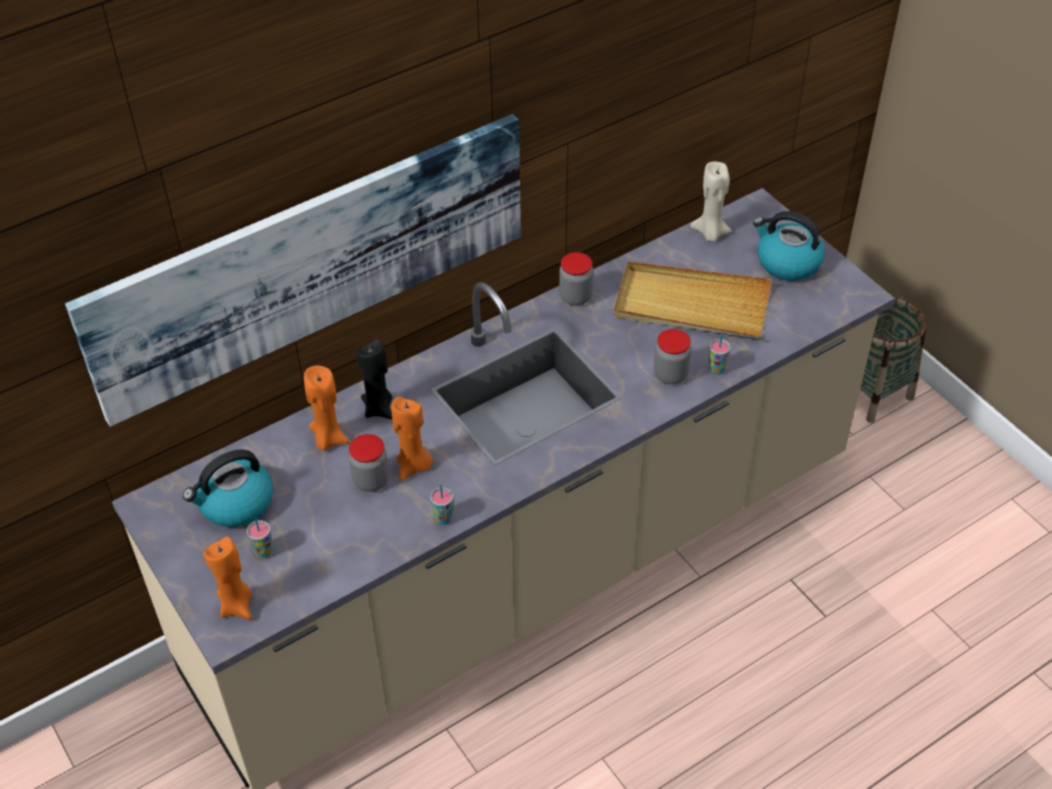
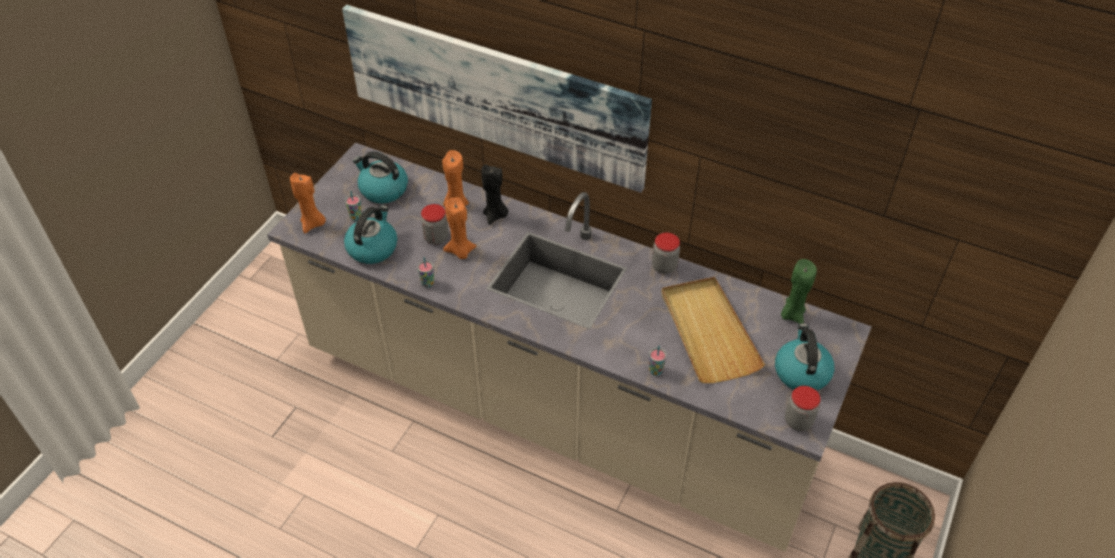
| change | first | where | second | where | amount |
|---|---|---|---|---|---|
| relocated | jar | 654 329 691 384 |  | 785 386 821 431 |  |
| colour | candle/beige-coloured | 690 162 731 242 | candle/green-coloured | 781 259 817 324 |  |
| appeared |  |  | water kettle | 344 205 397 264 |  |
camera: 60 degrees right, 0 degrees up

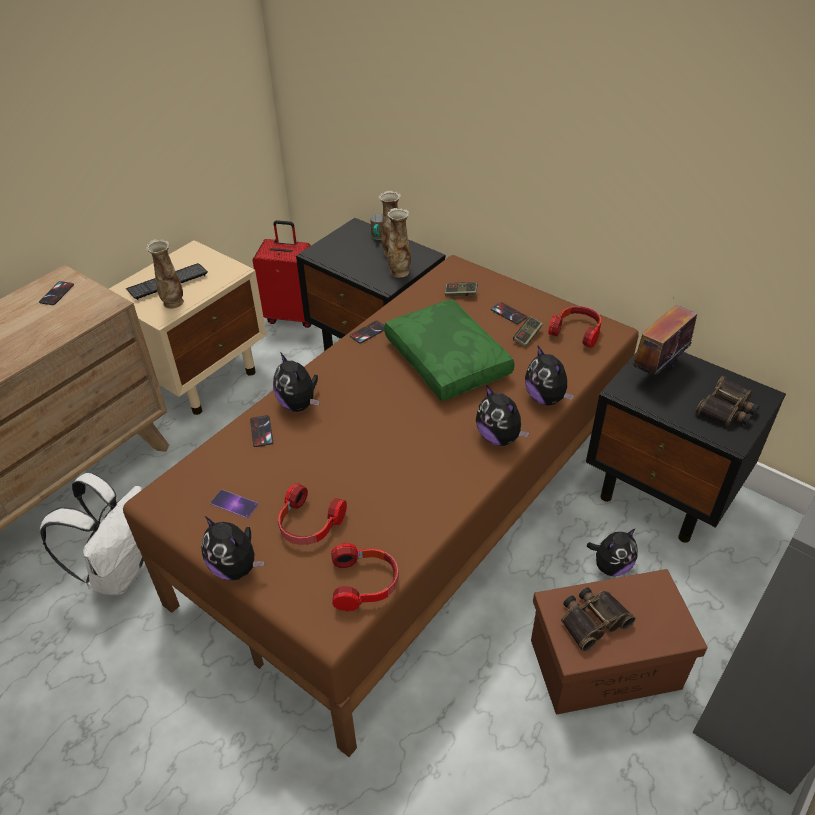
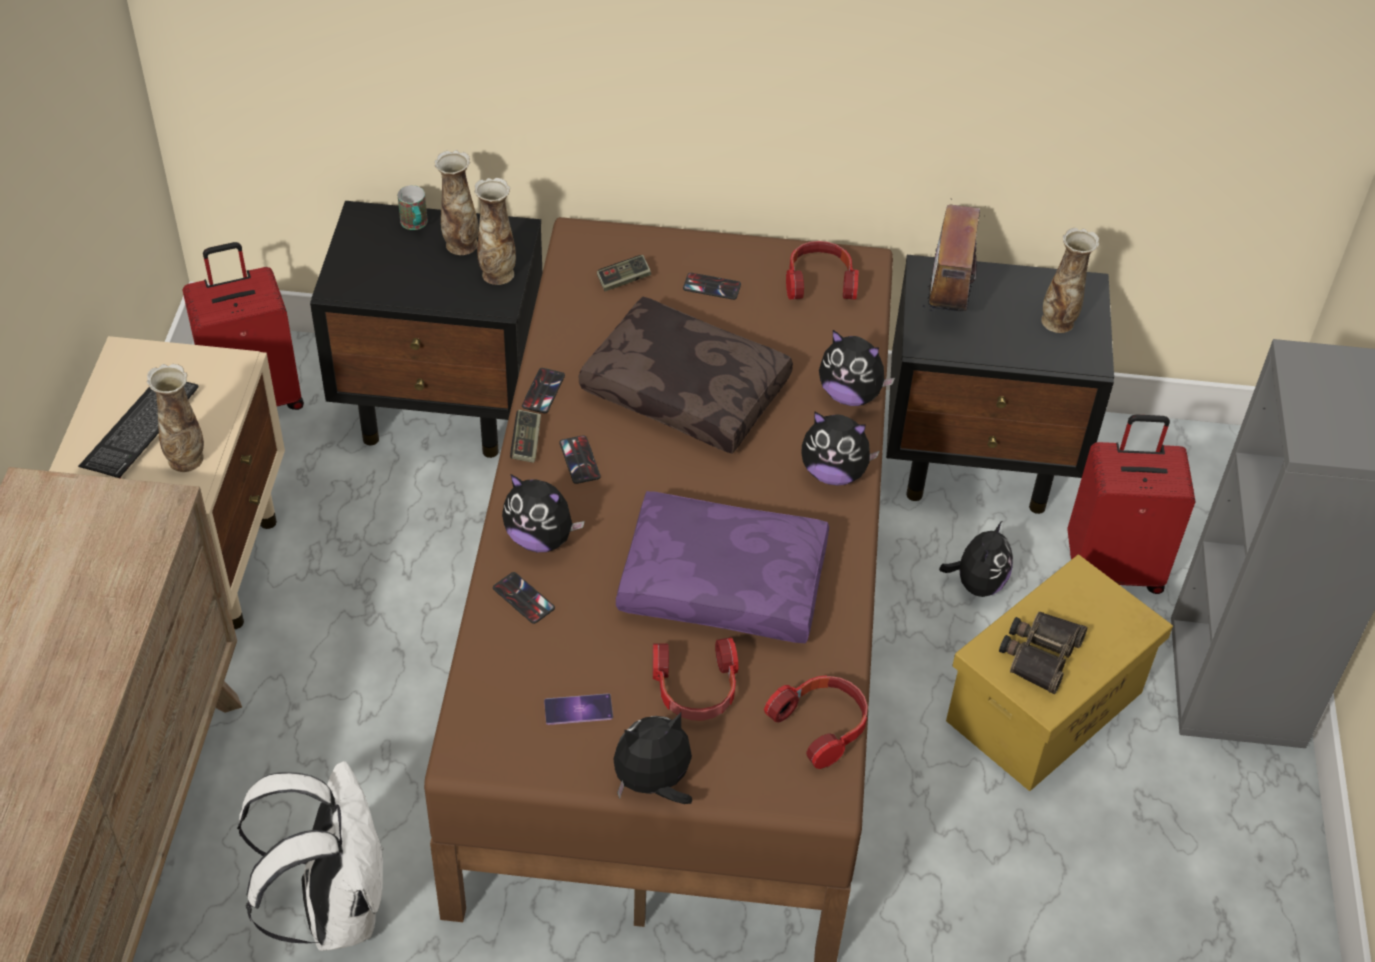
| change | first | where | second | where | amount |
|---|---|---|---|---|---|
| relocated | telephone | 39 281 74 305 |  | 559 435 601 484 |  |
| spun | plush toy | 201 516 264 581 |  | 613 712 692 804 | 150 degrees clockwise |
| colour | cushion/green-coloured | 384 299 515 401 | cushion/brown | 579 297 793 454 |  |
| relocated | game controller | 513 317 543 347 |  | 510 410 541 463 |  |
| colour | storage box/brown | 531 569 708 715 | storage box/yellow | 946 555 1173 791 |  |
| exchanged | field glasses | 696 376 760 426 | vase | 1041 228 1099 333 |  |
| appeared |  |  | cushion/purple | 616 491 829 643 |  |
| appeared |  |  | suitcase/reddish | 1067 414 1196 594 |  |
camera: 35 degrees left, 5 degrees up

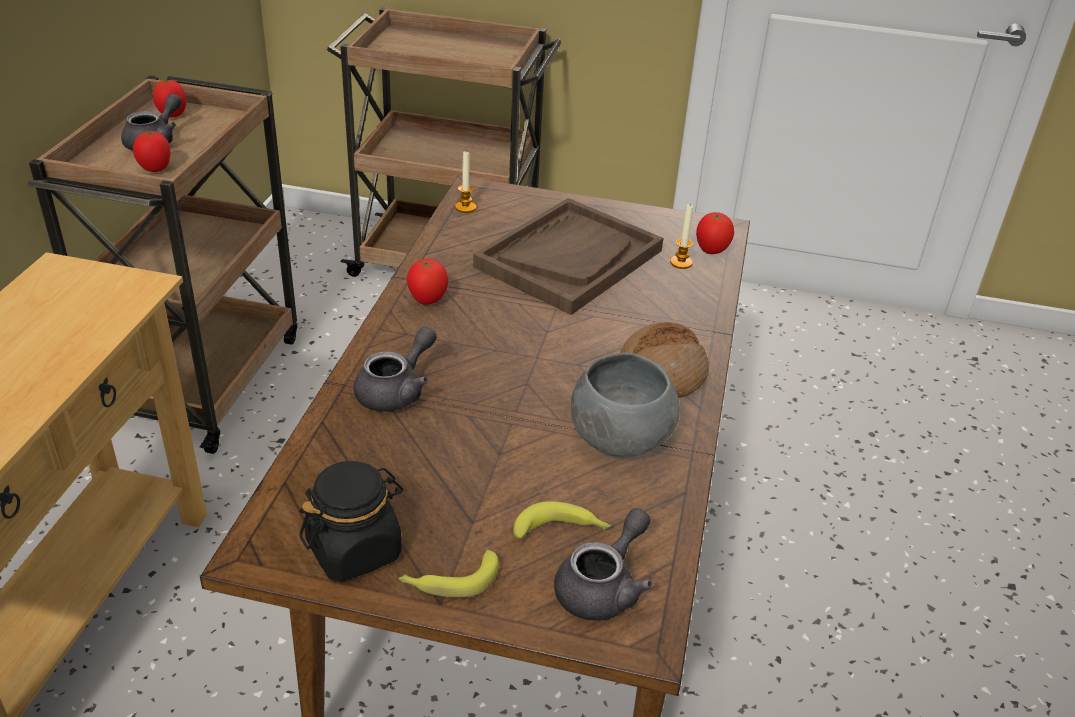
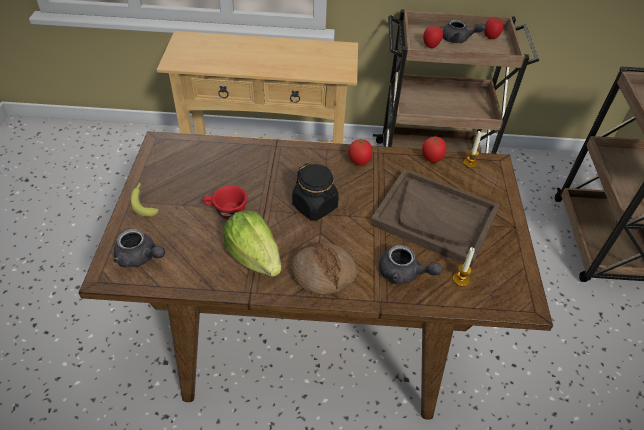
| change | first | where | second | where | amount |
|---|---|---|---|---|---|
| relocated | jar/black | 300 461 403 582 |  | 292 163 339 221 |  |
| relocated | teapot/gray | 354 327 437 412 |  | 379 245 442 284 |  |
| missing | banana fruit | 513 501 611 539 |  |  |  |
| exchanged | deep dish/gray | 571 353 680 457 | lettuce head | 224 210 282 277 |  |
| relocated | whole tomato | 696 212 734 254 |  | 422 136 446 163 |  |
| appeared |  |  | small cup/reddish | 203 185 247 220 |  |
camera: 80 degrees right, 10 degrees up

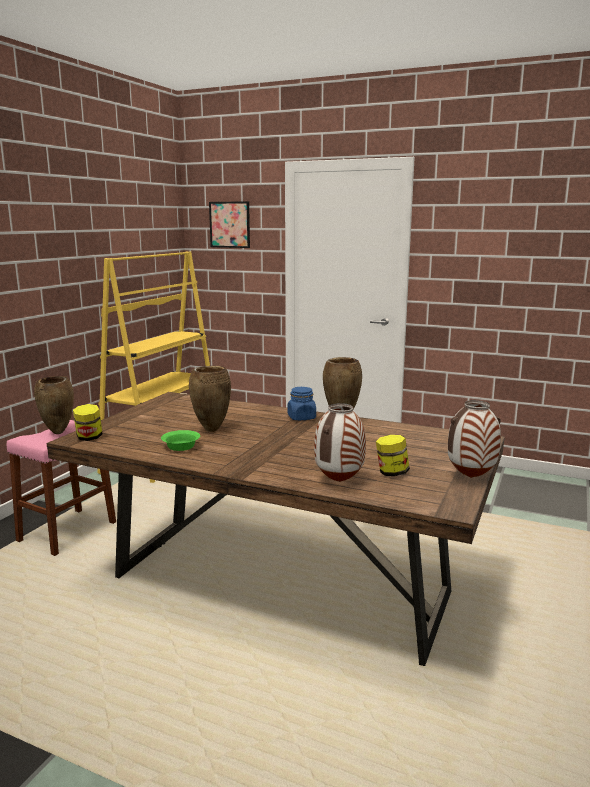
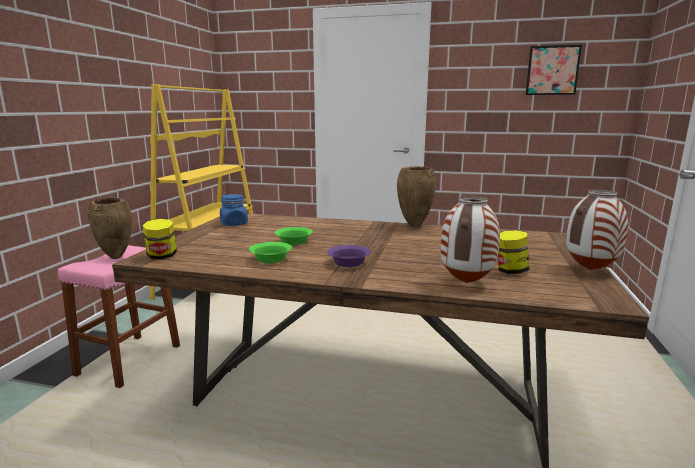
| change | first | where | second | where | amount |
|---|---|---|---|---|---|
| exchanged | vase/brown | 189 366 231 432 | deep dish/green-coloured | 275 227 313 245 |  |
| relocated | picture | 209 201 250 248 |  | 526 45 582 95 |  |
| relocated | jar/blue-coloured | 287 387 316 420 |  | 220 194 248 226 |  |
| appeared |  |  | deep dish/purple | 327 245 371 267 |  |
camera: 10 degrees left, 0 degrees up

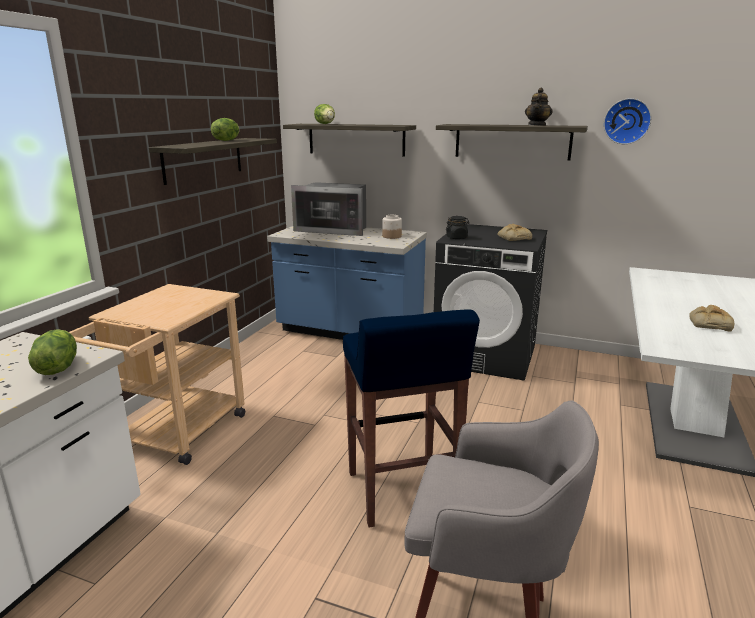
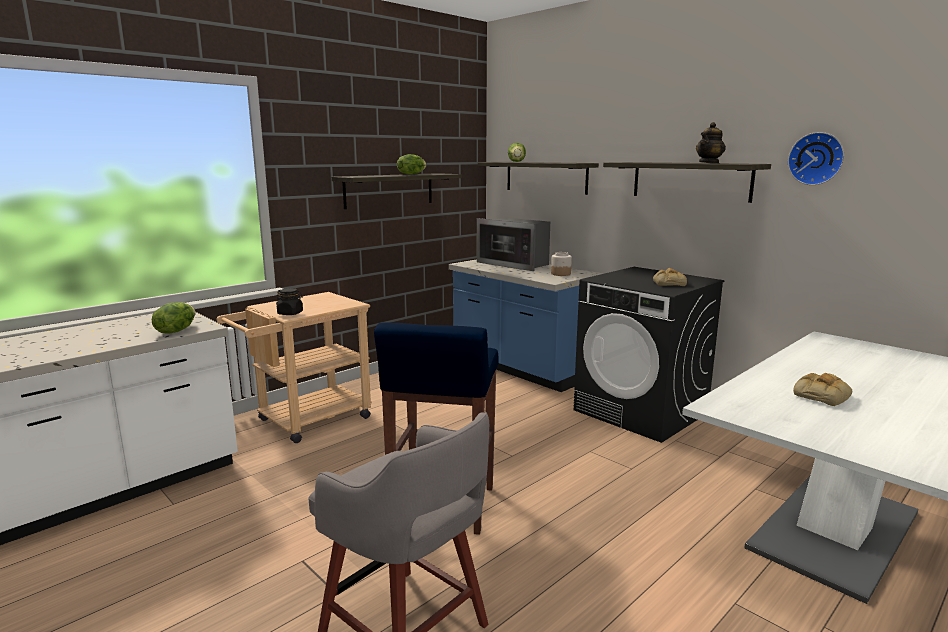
| change | first | where | second | where | amount |
|---|---|---|---|---|---|
| relocated | jar/black | 446 216 469 239 |  | 276 288 303 315 |  |
camera: 25 degrees right, 5 degrees down

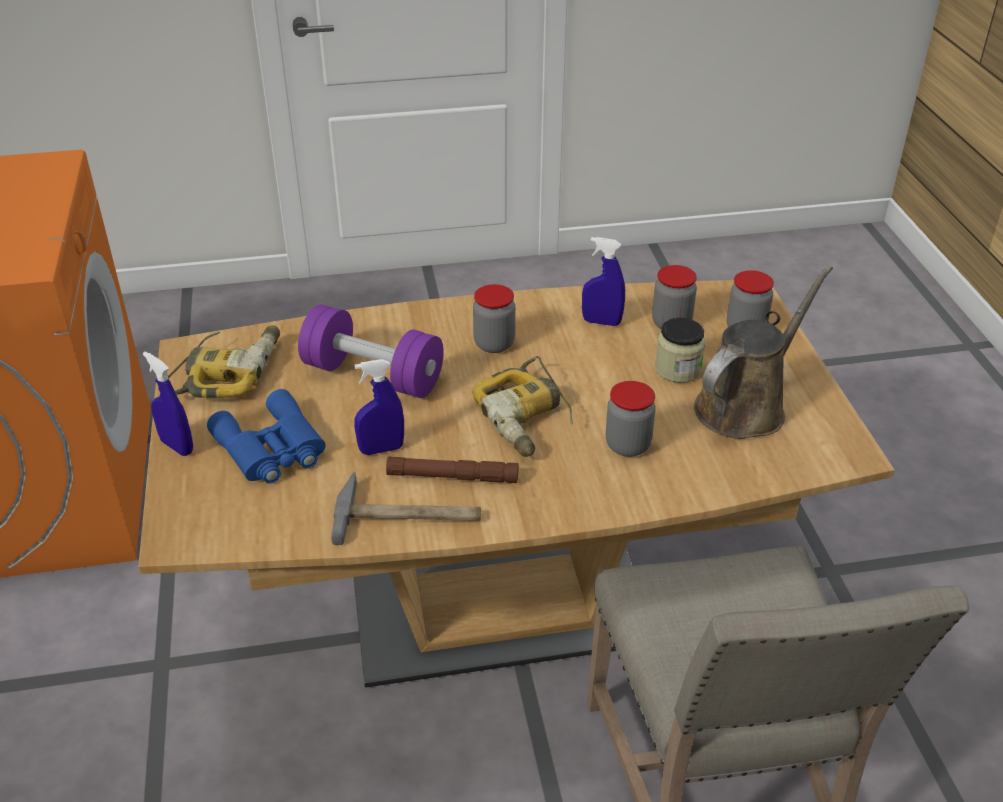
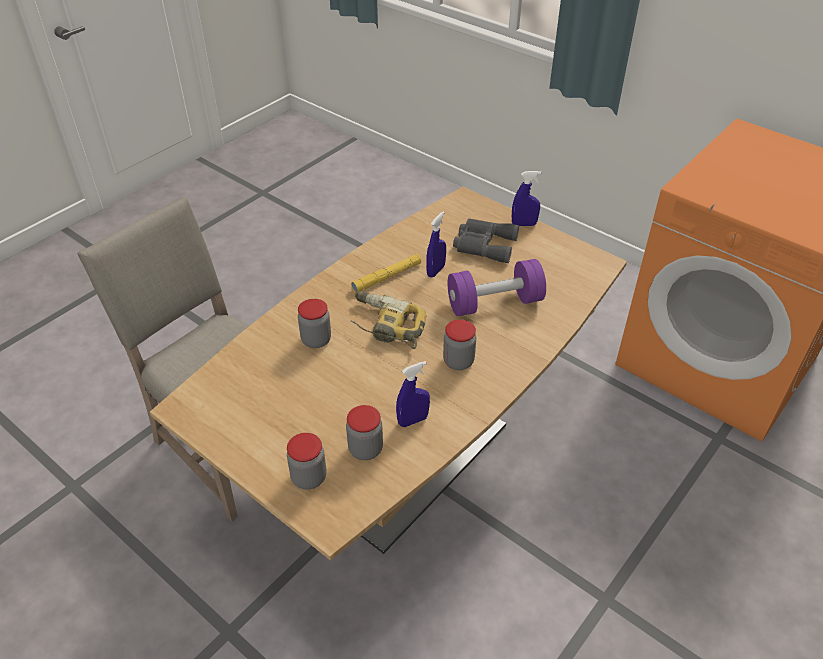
| change | first | where | second | where | amount |
|---|---|---|---|---|---|
| missing | drill | 168 325 280 398 |  |  |  |
| colour | field glasses/blue-coloured | 207 389 326 484 | field glasses/gray | 453 218 519 263 |  |
| missing | tool hammer | 331 472 481 545 |  |  |  |
| colour | torch/brown | 386 457 518 483 | torch/yellow | 351 254 421 293 |  |
| missing | jar | 655 318 706 383 |  |  |  |
| missing | sprinkling can/brown | 694 265 833 439 |  |  |  |
camera: 140 degrees right, 5 degrees up

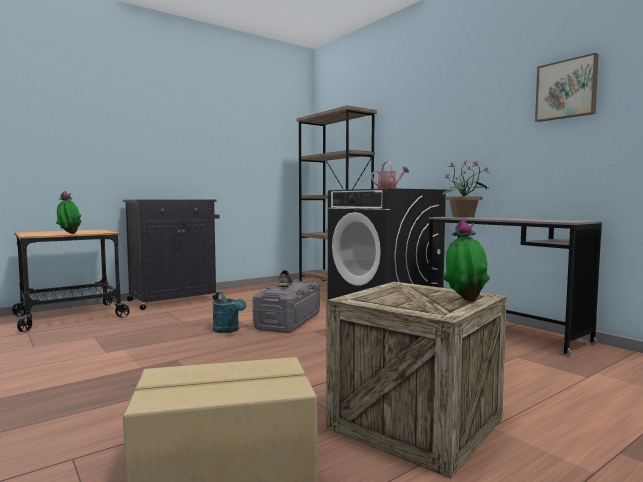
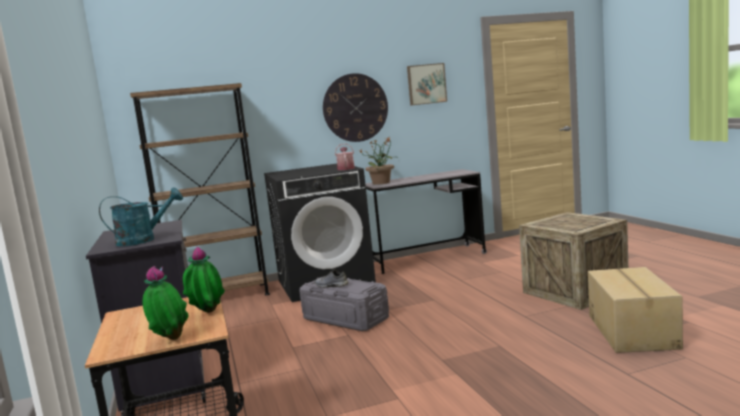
| change | first | where | second | where | amount |
|---|---|---|---|---|---|
| relocated | sprinkling can/turquoise-coloured | 212 292 246 333 |  | 99 187 183 246 |  |
| relocated | houseplant | 443 220 490 302 |  | 142 266 189 340 |  |
| appeared |  |  | clock on the wall | 323 73 388 142 |  |
camera: 70 degrees left, 5 degrees up

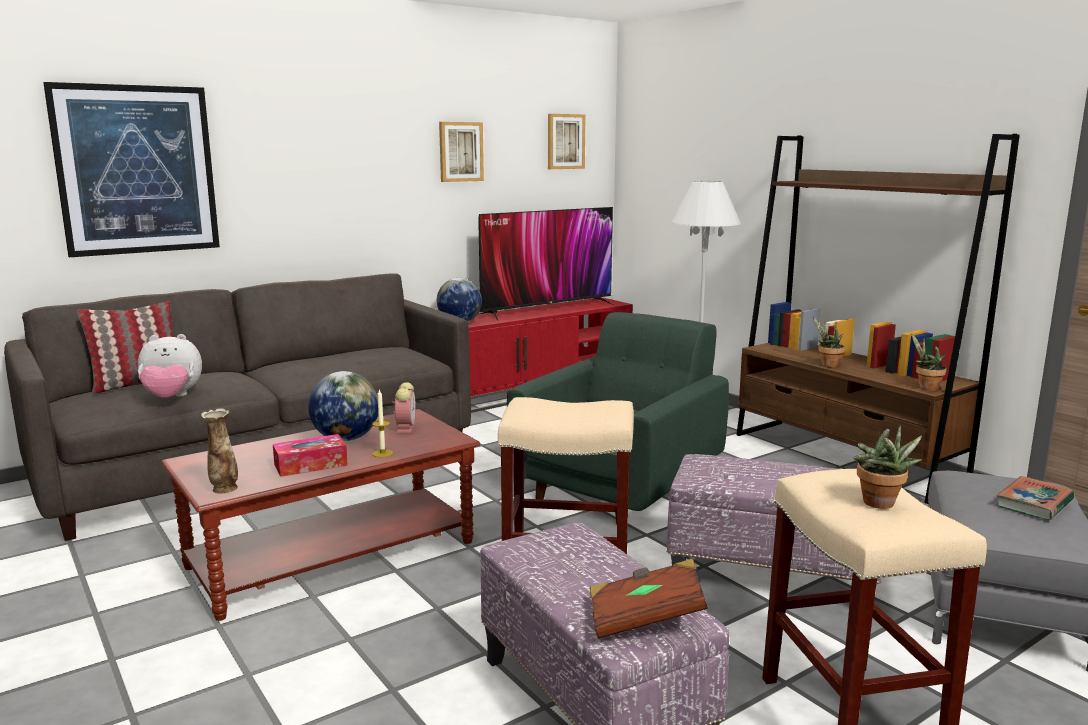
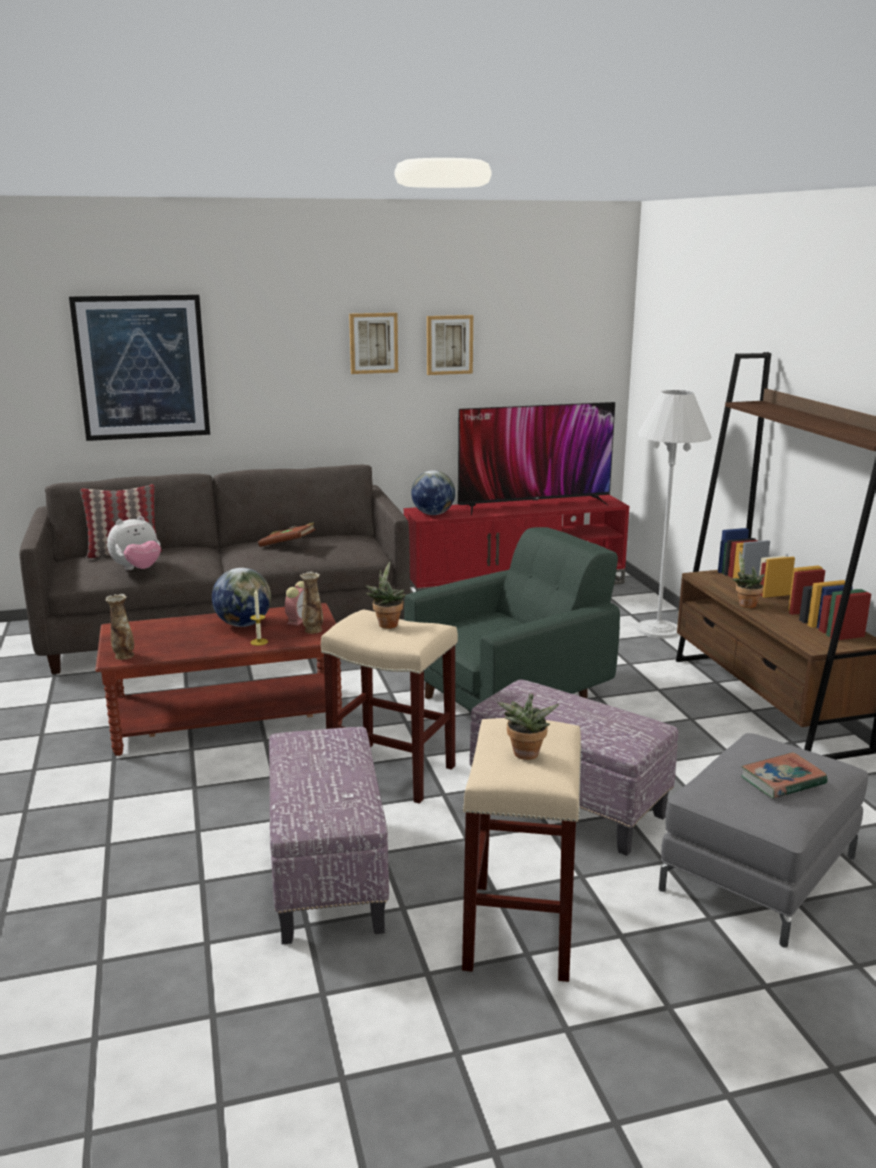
| change | first | where | second | where | amount |
|---|---|---|---|---|---|
| spun | plush toy | 138 334 202 398 |  | 107 516 161 570 | 45 degrees counterclockwise |
| missing | box of tissues | 273 434 348 477 |  |  |  |
| relocated | picture | 548 114 585 169 |  | 349 313 398 374 |  |
| relocated | book/brown | 590 559 708 638 |  | 258 522 316 547 |  |
| relocated | houseplant | 911 333 946 391 |  | 366 561 406 629 |  |
| appeared |  |  | vase | 300 572 323 634 |  |
camera: 20 degrees right, 5 degrees up

